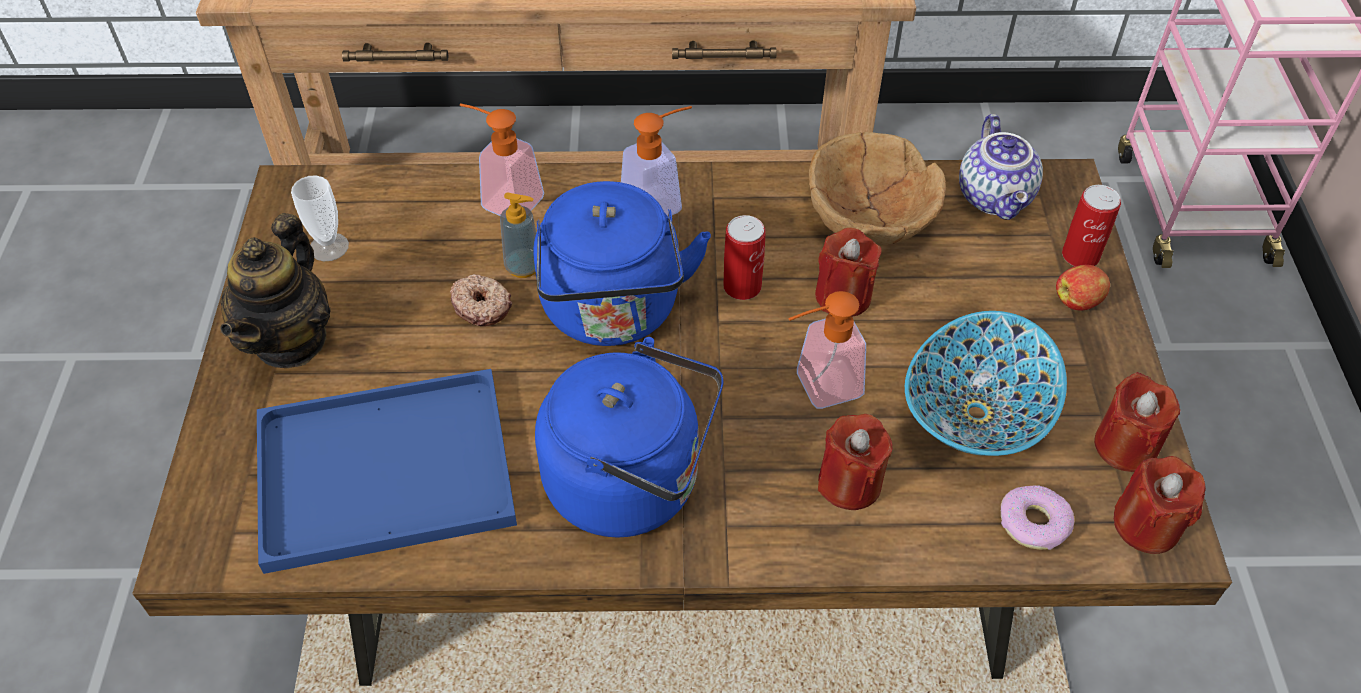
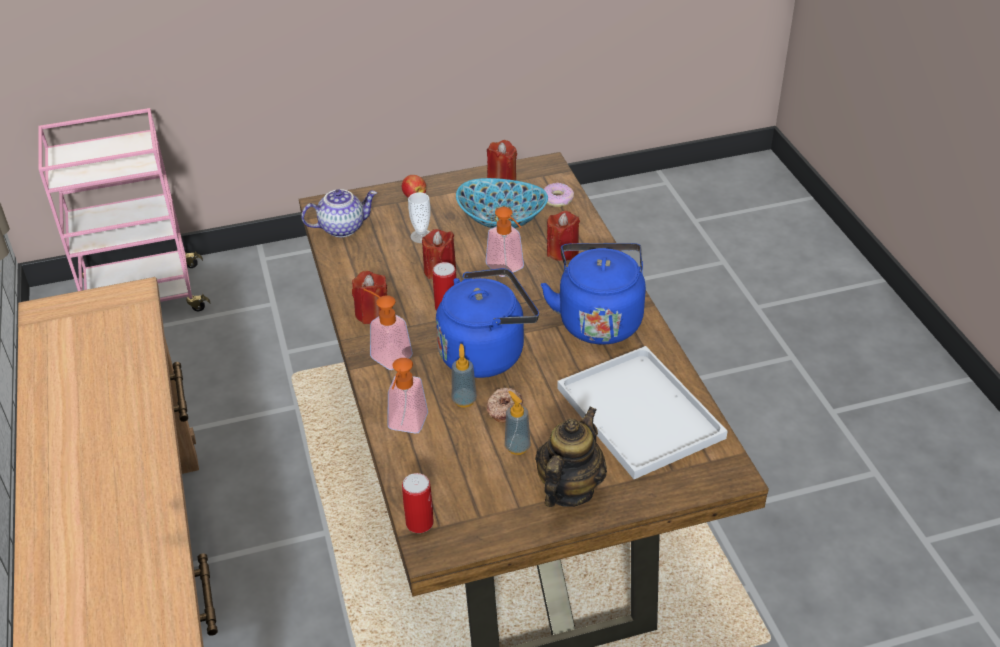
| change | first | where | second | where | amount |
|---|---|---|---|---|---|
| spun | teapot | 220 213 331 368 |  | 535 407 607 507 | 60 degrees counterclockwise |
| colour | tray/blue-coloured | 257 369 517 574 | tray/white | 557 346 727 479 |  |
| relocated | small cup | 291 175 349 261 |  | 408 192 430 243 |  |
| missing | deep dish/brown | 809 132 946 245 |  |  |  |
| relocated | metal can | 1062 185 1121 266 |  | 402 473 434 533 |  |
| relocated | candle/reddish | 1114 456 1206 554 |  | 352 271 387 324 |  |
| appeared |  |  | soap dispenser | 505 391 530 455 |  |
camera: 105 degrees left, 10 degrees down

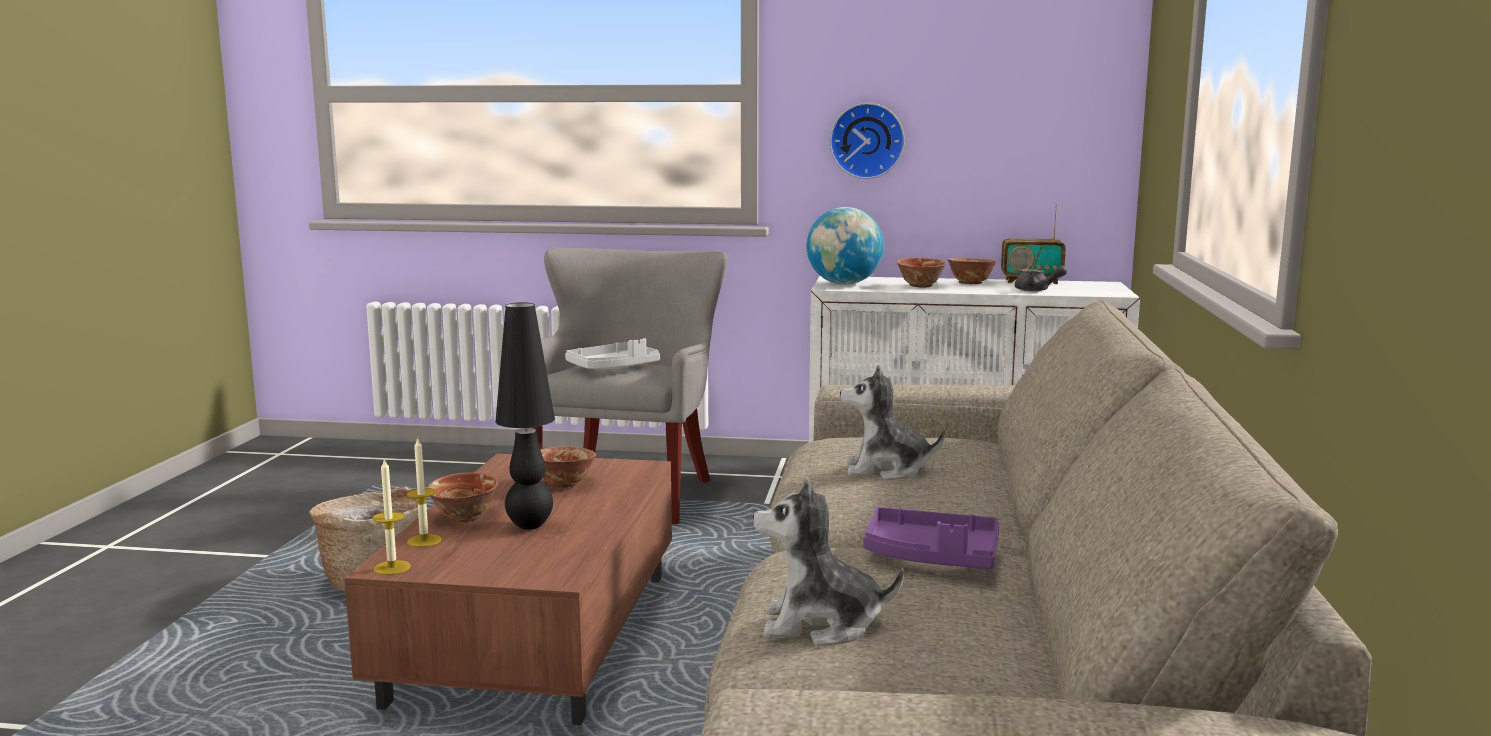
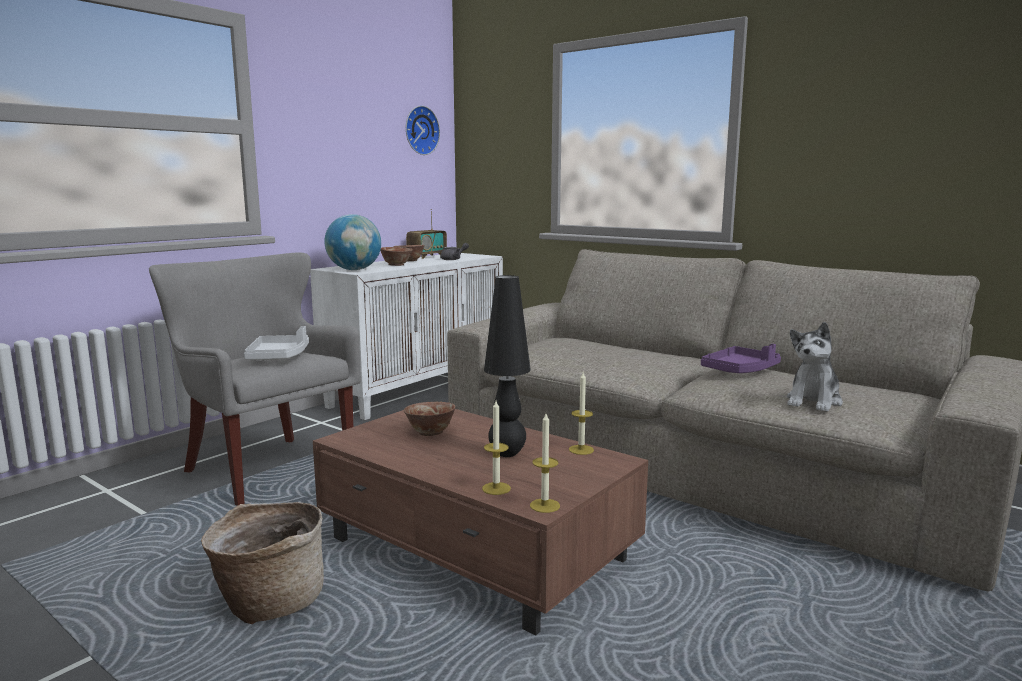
| change | first | where | second | where | amount |
|---|---|---|---|---|---|
| missing | deep dish | 427 472 498 522 |  |  |  |
| relocated | clock on the wall | 830 103 905 179 |  | 406 106 440 155 |  |
| missing | plush toy | 840 365 945 480 |  |  |  |
| appeared |  |  | candle | 569 372 594 455 |  |
camera: 60 degrees left, 0 degrees up

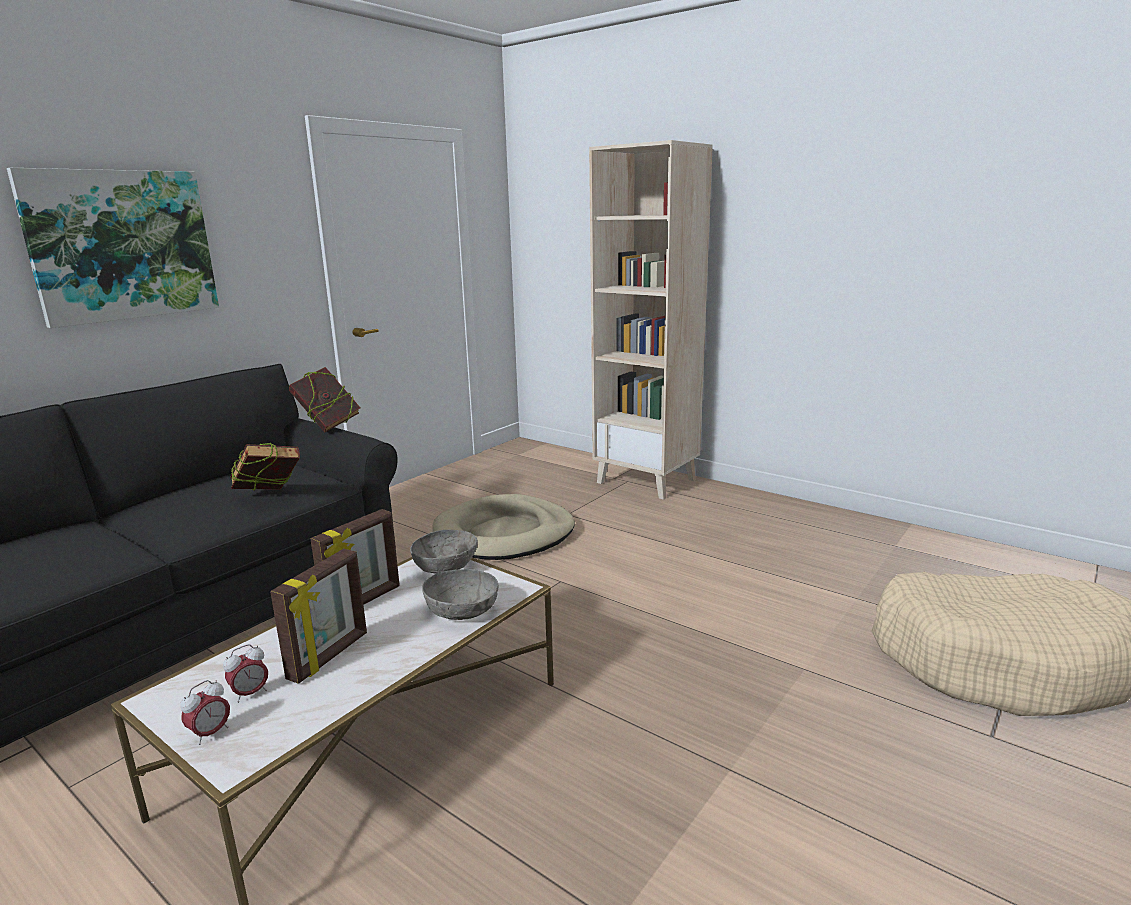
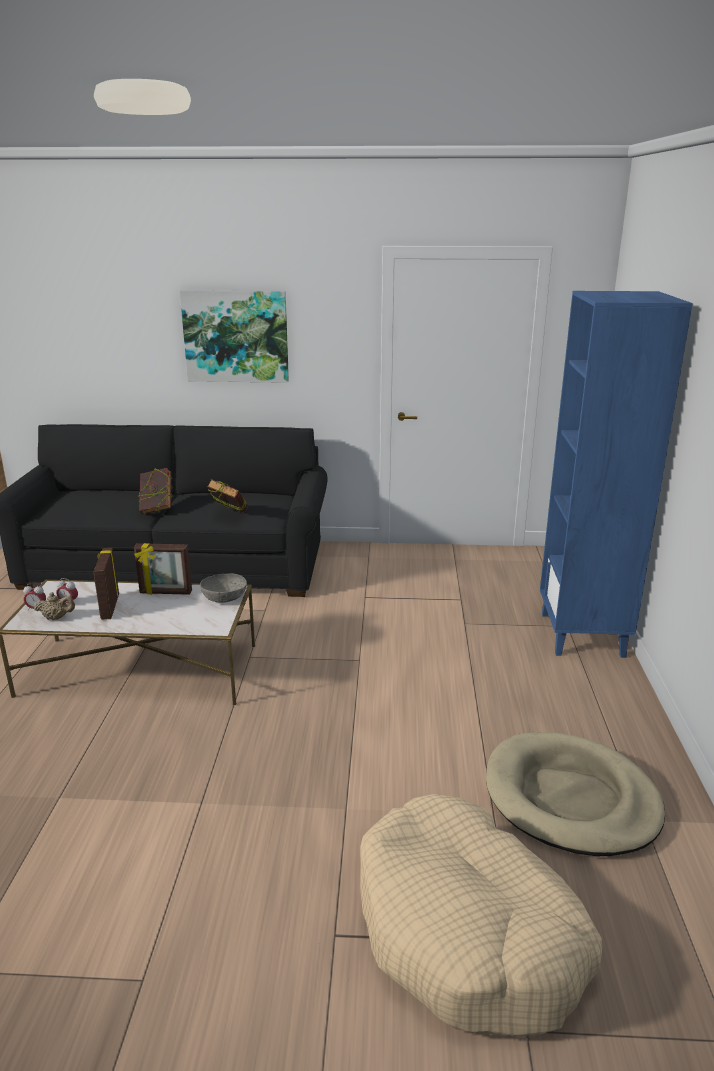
| change | first | where | second | where | amount |
|---|---|---|---|---|---|
| spun | picture frame | 270 549 367 684 |  | 93 548 119 620 | 90 degrees clockwise |
| relocated | book | 289 367 360 432 |  | 138 468 173 514 |  |
| missing | deep dish/gray | 422 569 498 620 |  |  |  |
| relocated | dog bed/beige-coloured | 432 494 575 560 |  | 486 732 665 856 |  |
| colour | bookcase/beige-coloured | 589 140 713 500 | bookcase/blue-coloured | 540 291 693 658 |  |
| appeared |  |  | teapot/beige-coloured | 33 592 75 620 |  |
camera: 55 degrees right, 5 degrees up

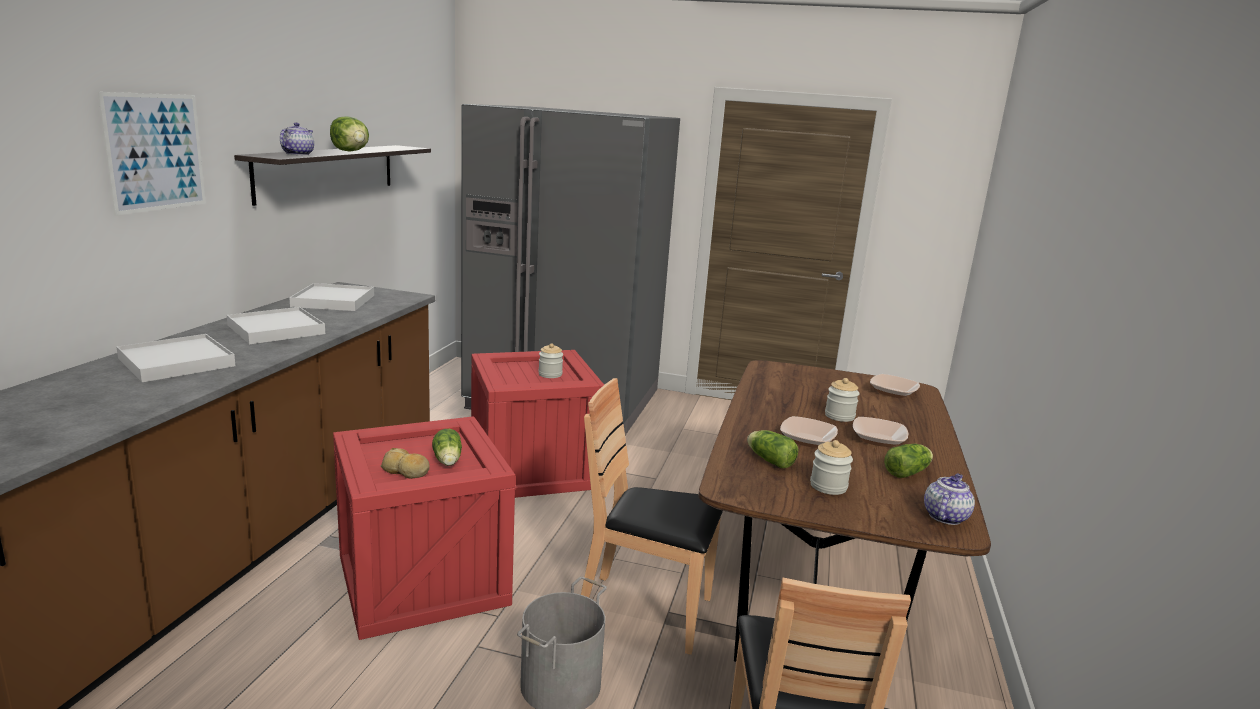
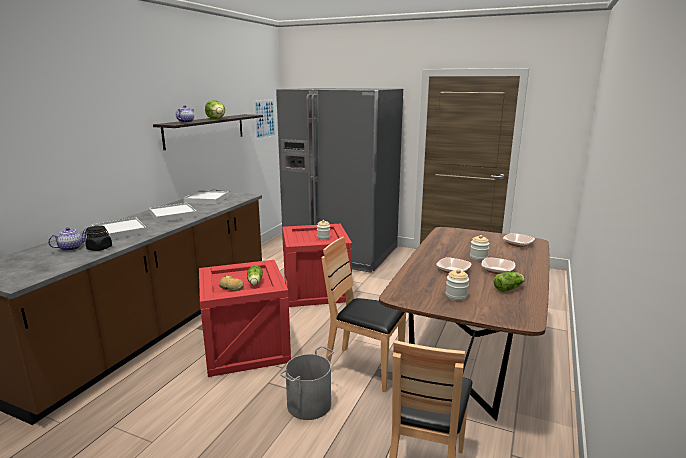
| change | first | where | second | where | amount |
|---|---|---|---|---|---|
| relocated | picture | 98 92 206 215 |  | 253 99 276 140 |  |
| missing | lettuce head | 747 430 798 468 |  |  |  |
| relocated | teapot | 924 473 975 525 |  | 48 227 87 251 |  |
| appeared |  |  | jar/black | 85 225 112 251 |  |
camera: 10 degrees right, 0 degrees up

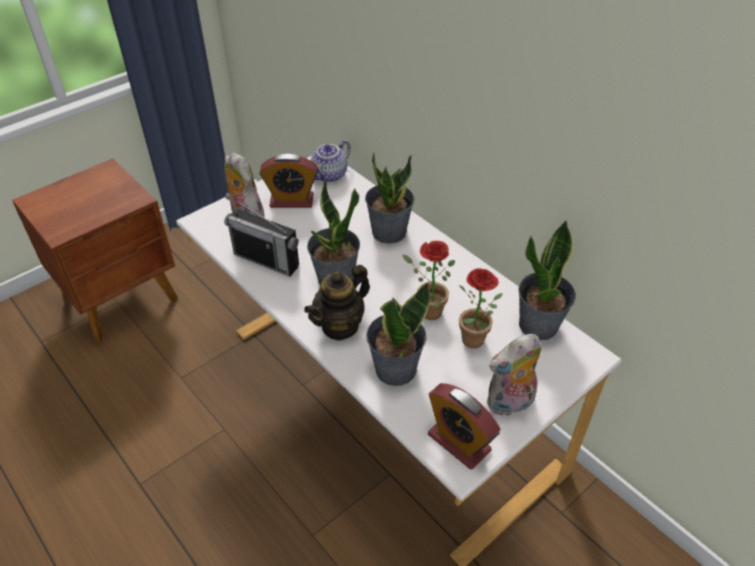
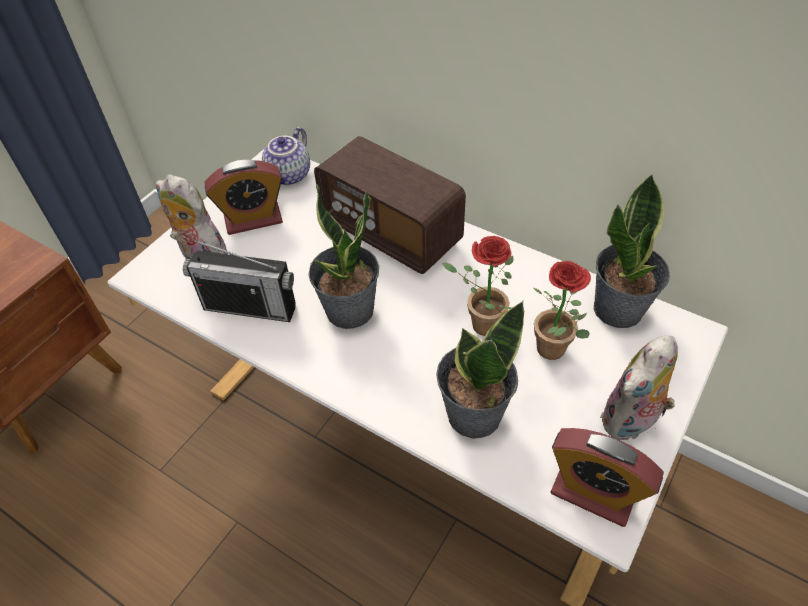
| change | first | where | second | where | amount |
|---|---|---|---|---|---|
| missing | teapot | 304 265 370 341 |  |  |  |
| exchanged | houseplant | 365 152 414 244 | radio receiver | 314 136 466 274 |  |
camera: 15 degrees left, 5 degrees up

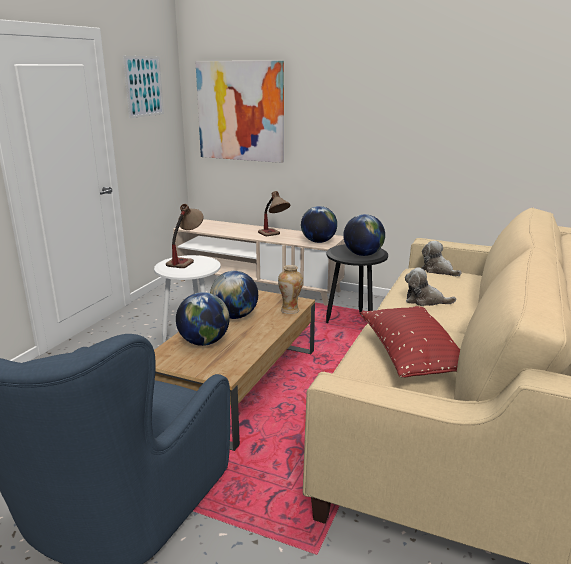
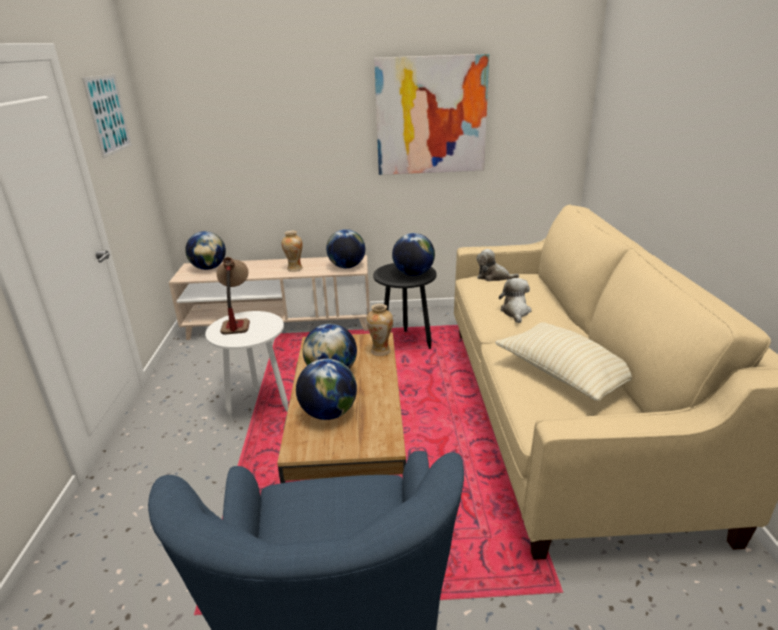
| change | first | where | second | where | amount |
|---|---|---|---|---|---|
| relocated | picture | 195 61 284 163 |  | 374 54 489 175 |  |
| exchanged | lamp for a table | 258 191 290 236 | vase | 281 231 303 272 |  |
| colour | cushion/reddish | 360 306 460 378 | cushion/beige-coloured | 495 322 632 401 |  |
| spun | plush toy | 405 267 456 306 |  | 499 278 531 323 | 105 degrees clockwise |
| appeared |  |  | globe | 185 231 226 270 |  |
camera: 25 degrees left, 5 degrees up

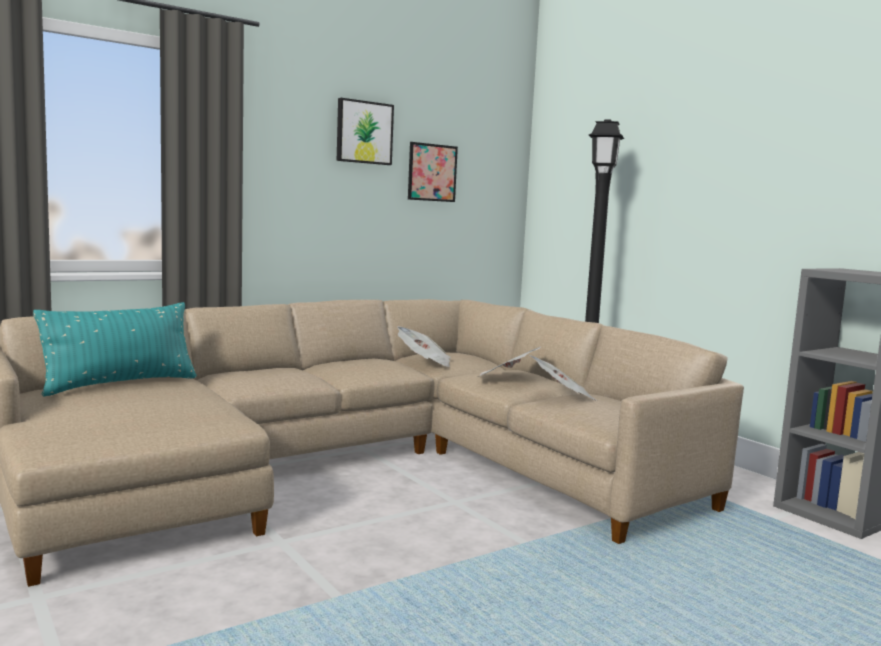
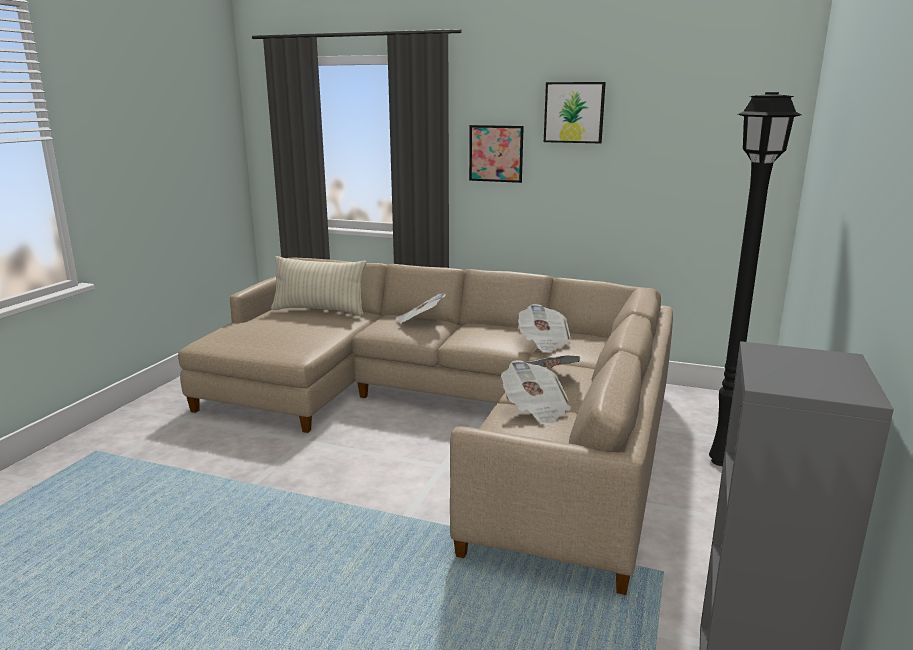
| change | first | where | second | where | amount |
|---|---|---|---|---|---|
| colour | cushion/turquoise-coloured | 33 302 197 397 | cushion/beige-coloured | 271 256 366 316 |  |
| relocated | picture | 408 142 458 202 |  | 469 125 524 183 |  |
| appeared |  |  | printed paper | 396 293 445 324 |  |
camera: 55 degrees right, 10 degrees up

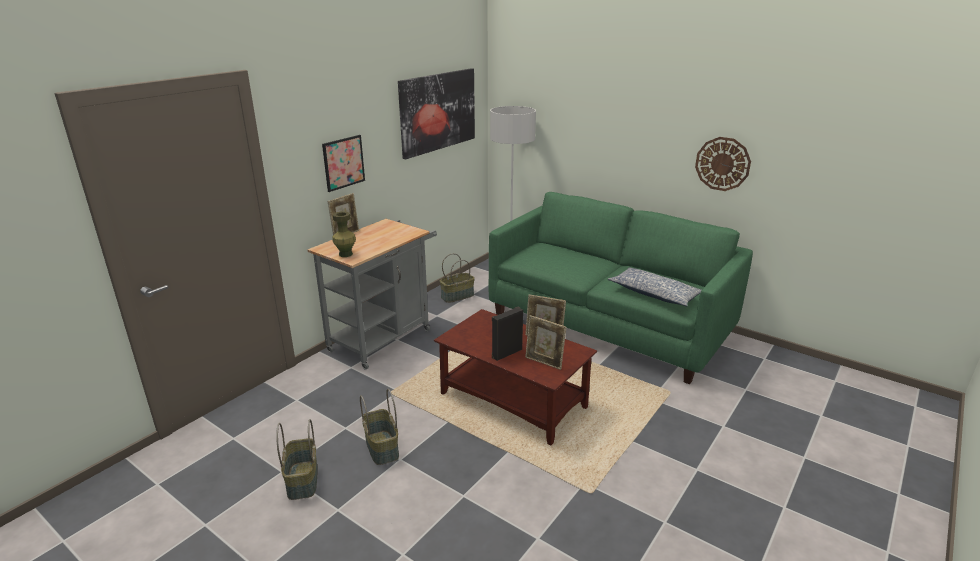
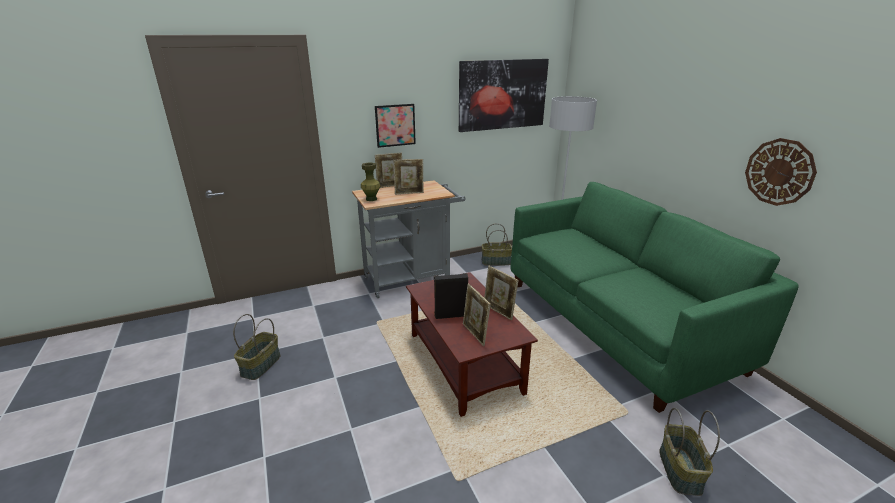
| change | first | where | second | where | amount |
|---|---|---|---|---|---|
| relocated | basket | 360 389 399 465 |  | 659 408 720 496 |  |
| missing | cushion | 608 268 702 307 |  |  |  |
| appeared |  |  | picture frame | 394 159 424 194 |  |
camera: 30 degrees right, 0 degrees up

